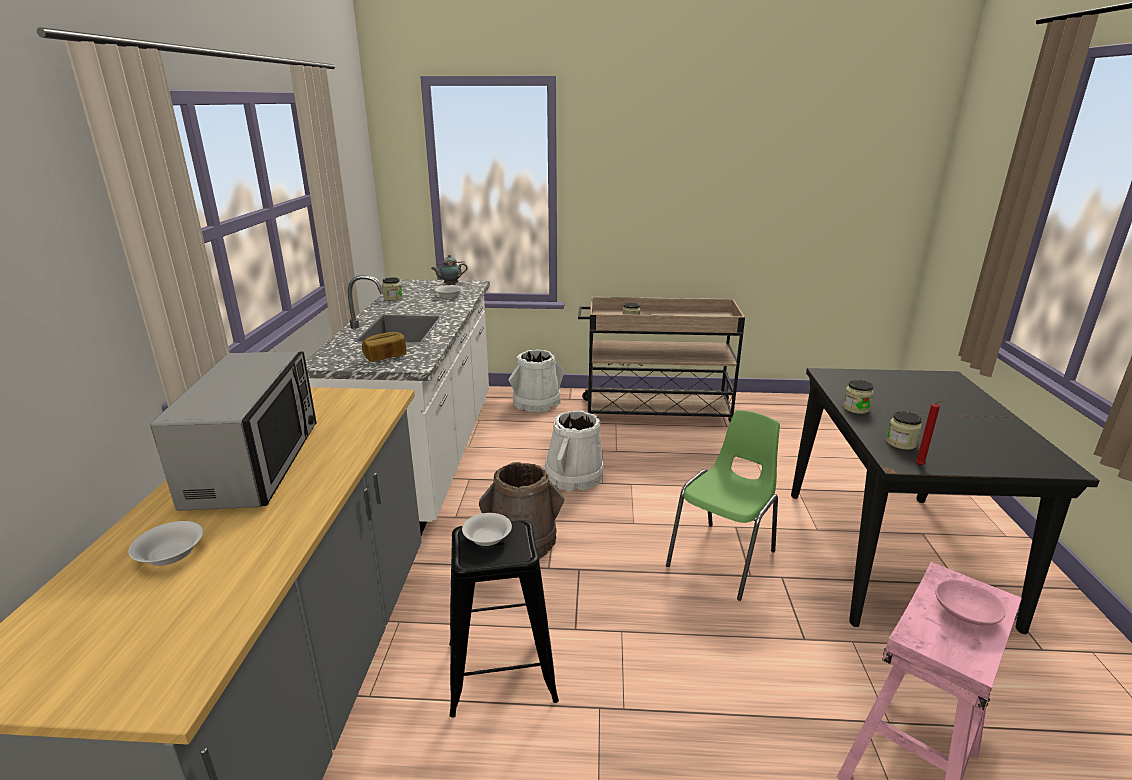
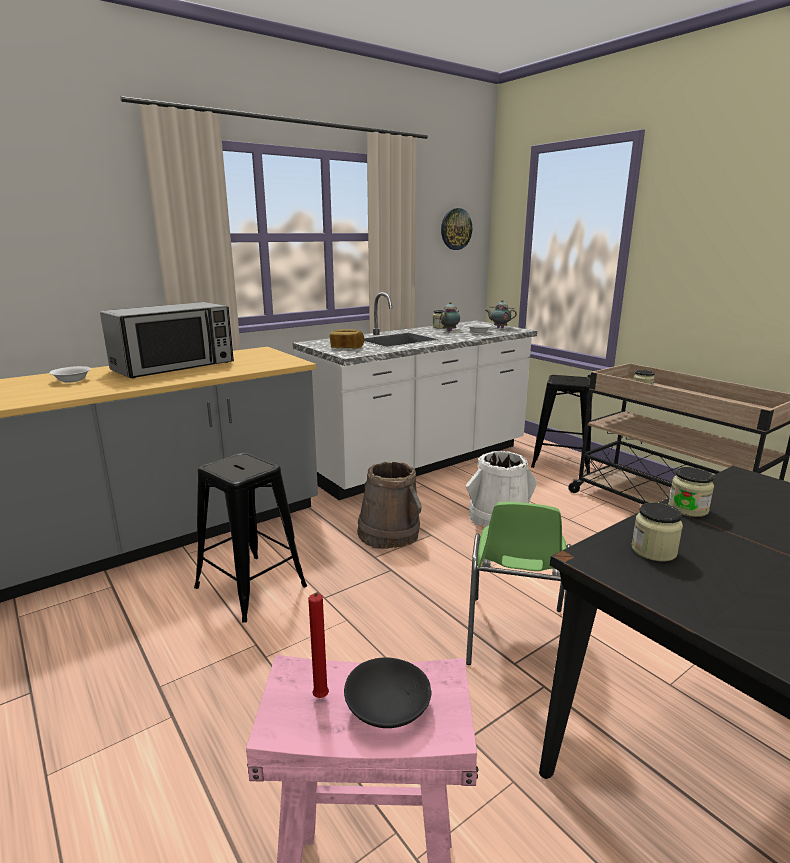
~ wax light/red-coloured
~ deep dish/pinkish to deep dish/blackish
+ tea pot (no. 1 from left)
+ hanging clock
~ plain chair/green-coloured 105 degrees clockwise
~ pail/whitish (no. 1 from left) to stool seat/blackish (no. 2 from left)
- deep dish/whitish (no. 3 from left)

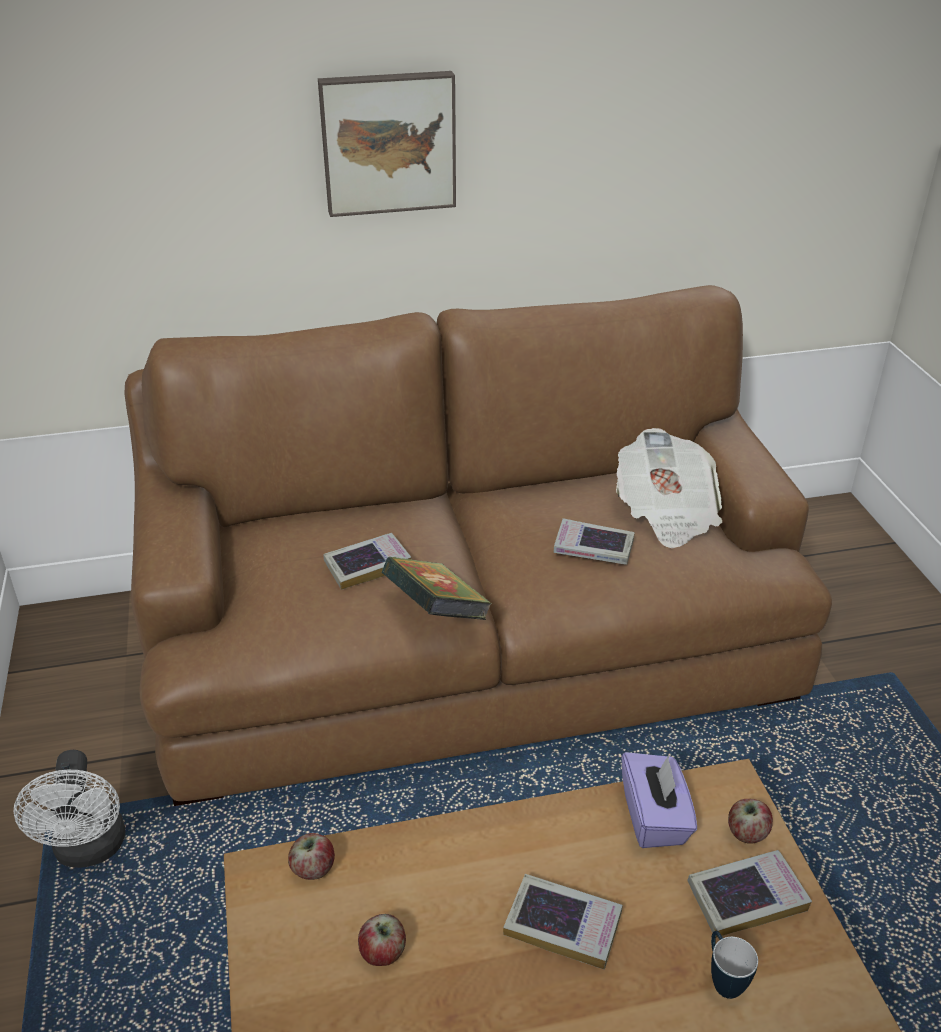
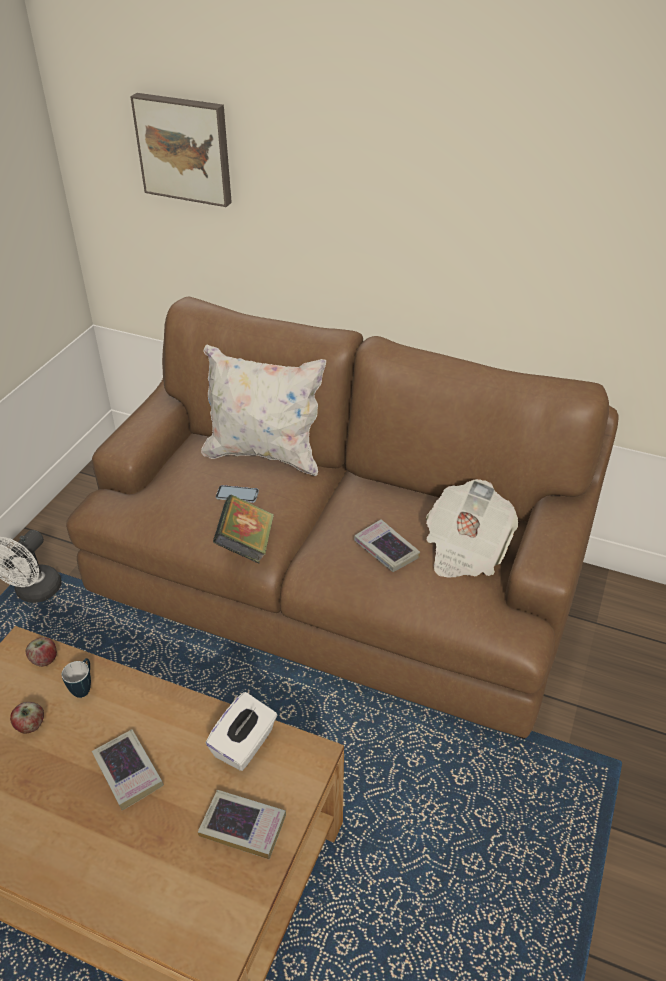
~ tea mug
~ wall art
+ throw pillow/whitish
~ tissue holder/purple-coloured to tissue holder/whitish
~ volume (no. 1 from left) to telephone
- apple fruit (no. 3 from left)

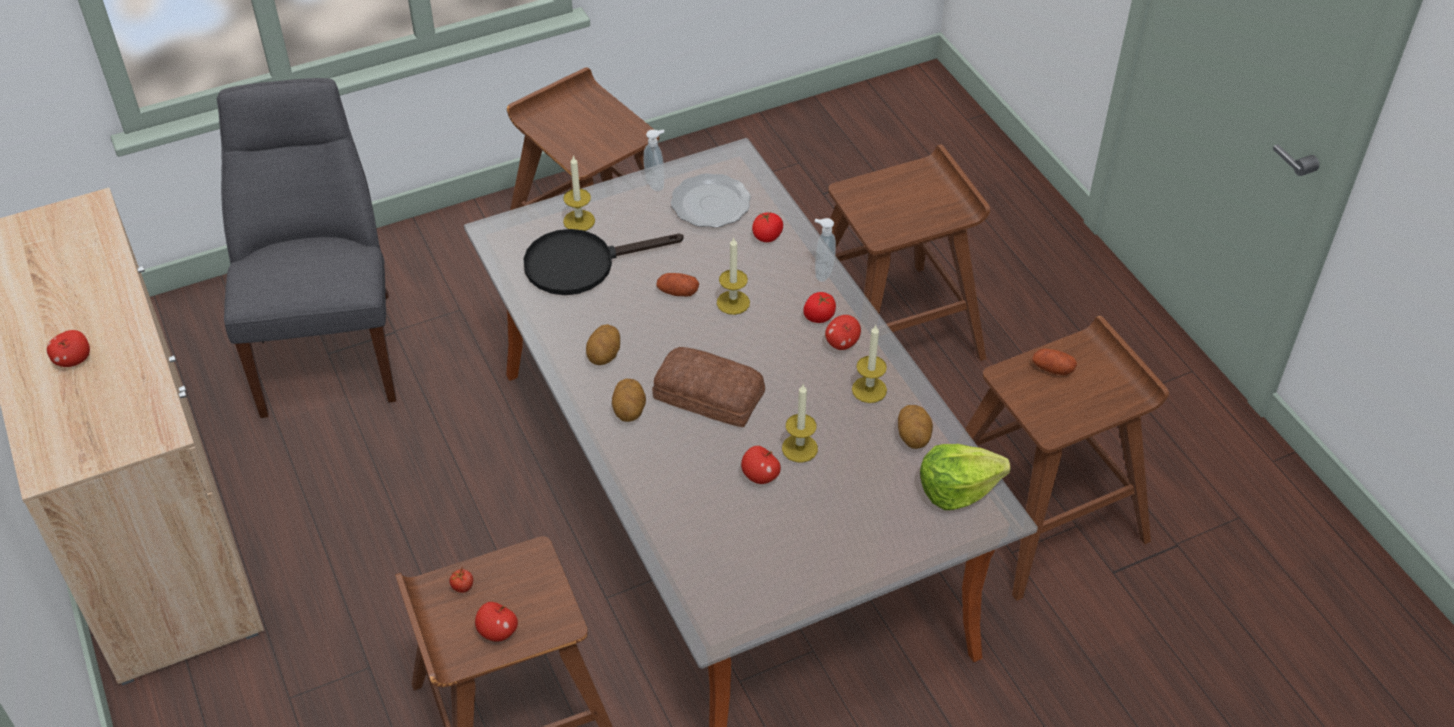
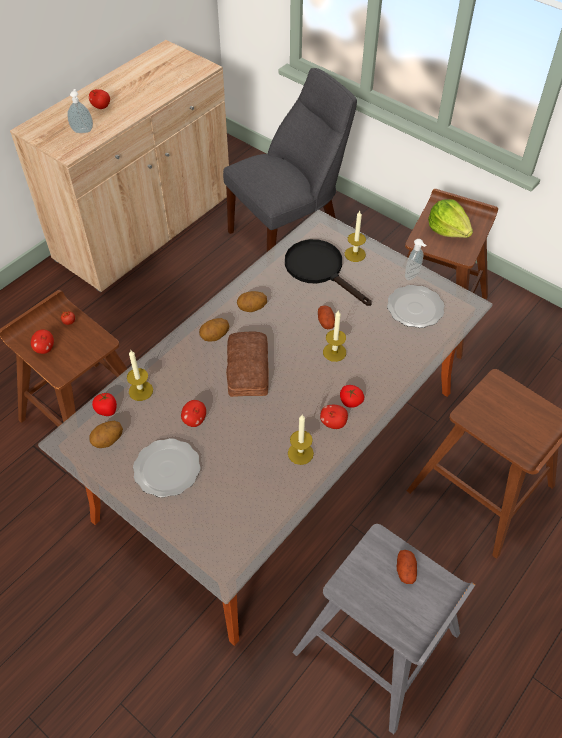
~ liquid soap bottle (no. 2 from left in the first image) to liquid soap bottle (no. 1 from left)
~ whole potato (no. 4 from left in the first image) to whole potato (no. 1 from left)
~ tomato (no. 2 from left)
~ wax light (no. 3 from left in the first image) to wax light (no. 1 from left)
+ plate (no. 1 from left)
~ stool seat/brown (no. 4 from left) to stool seat/gray
~ lettuce head

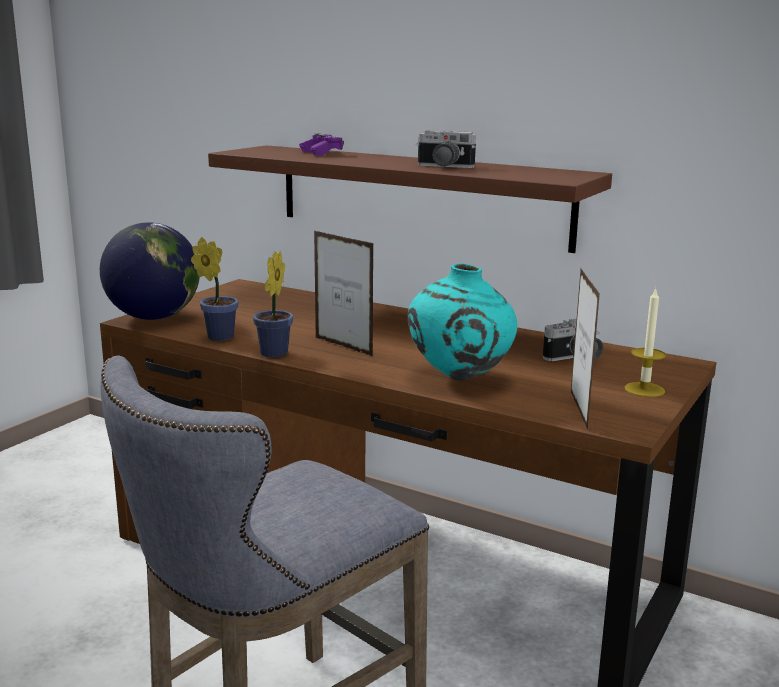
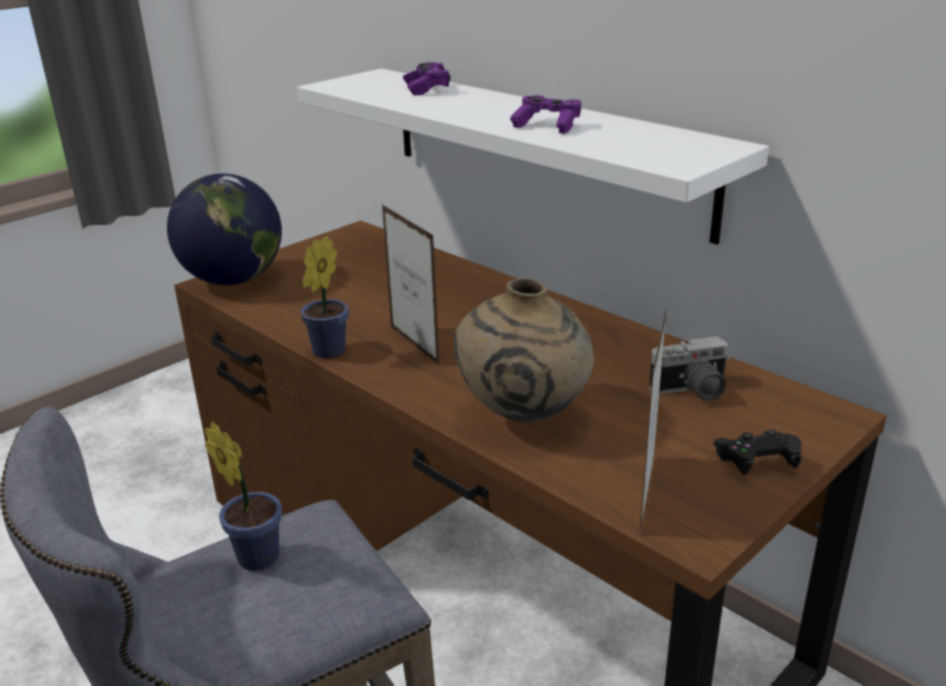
~ plant in a pot (no. 1 from left)
~ bracket shelf/brown to bracket shelf/whitish
~ flower vase/turquoise-coloured to flower vase/beige
~ still camera (no. 1 from left) to game controller/purple-coloured (no. 2 from left)
~ wax light to game controller/blackish

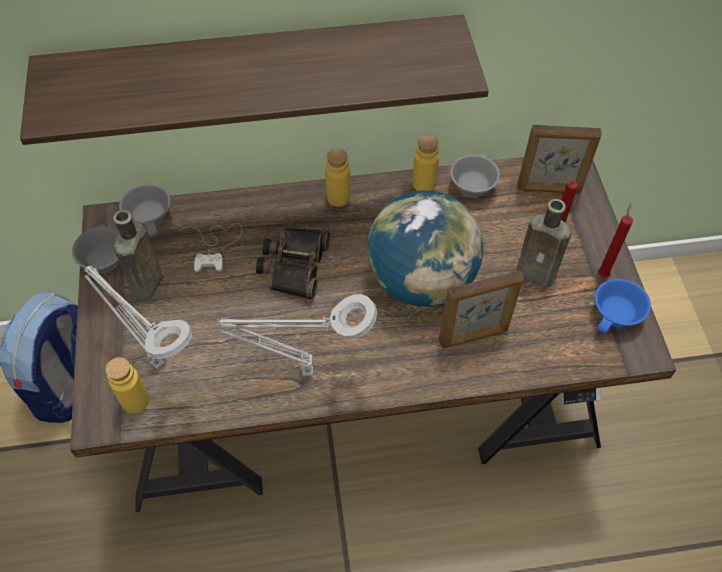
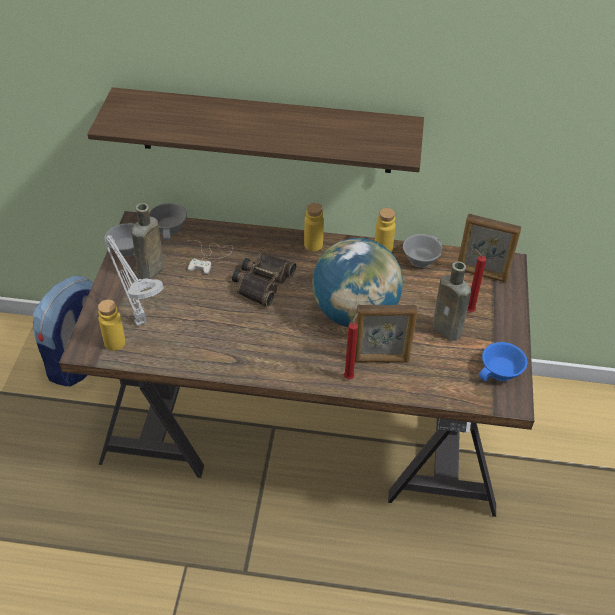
~ wax light/red-coloured (no. 2 from left in the first image) to wax light/red-coloured (no. 1 from left)
- table lamp/gray (no. 2 from left)

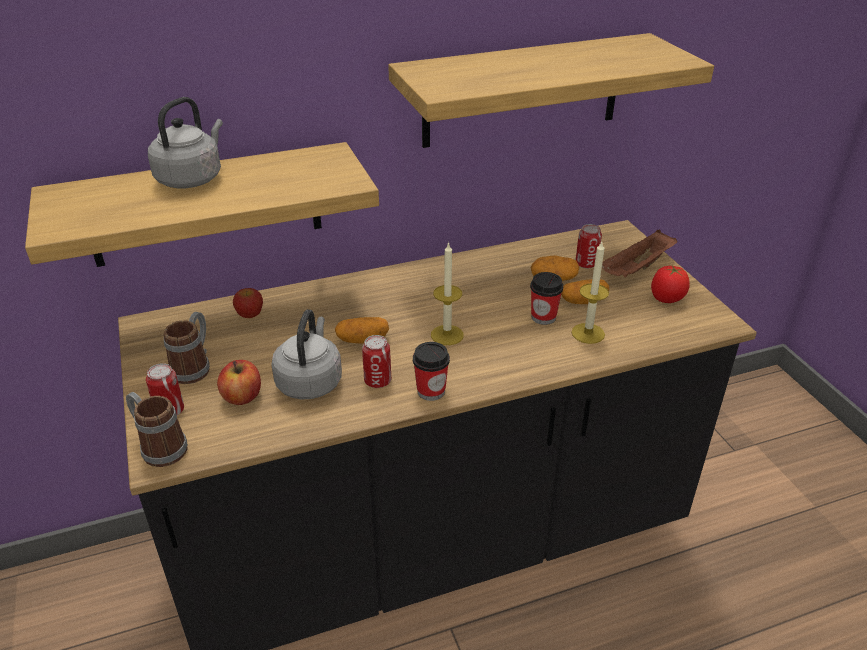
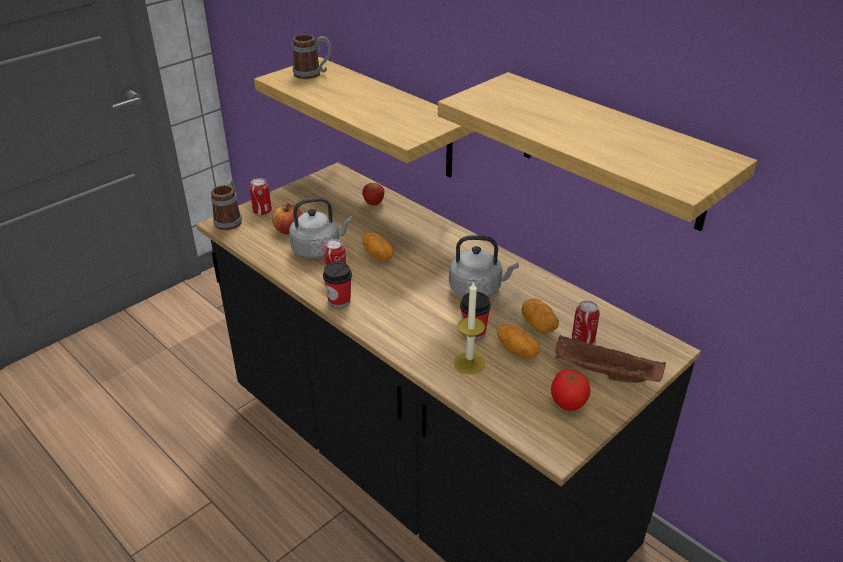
~ tea mug (no. 2 from left)
~ water kettle/gray (no. 1 from left in the first image) to water kettle/gray (no. 2 from left)
- wax light (no. 1 from left)

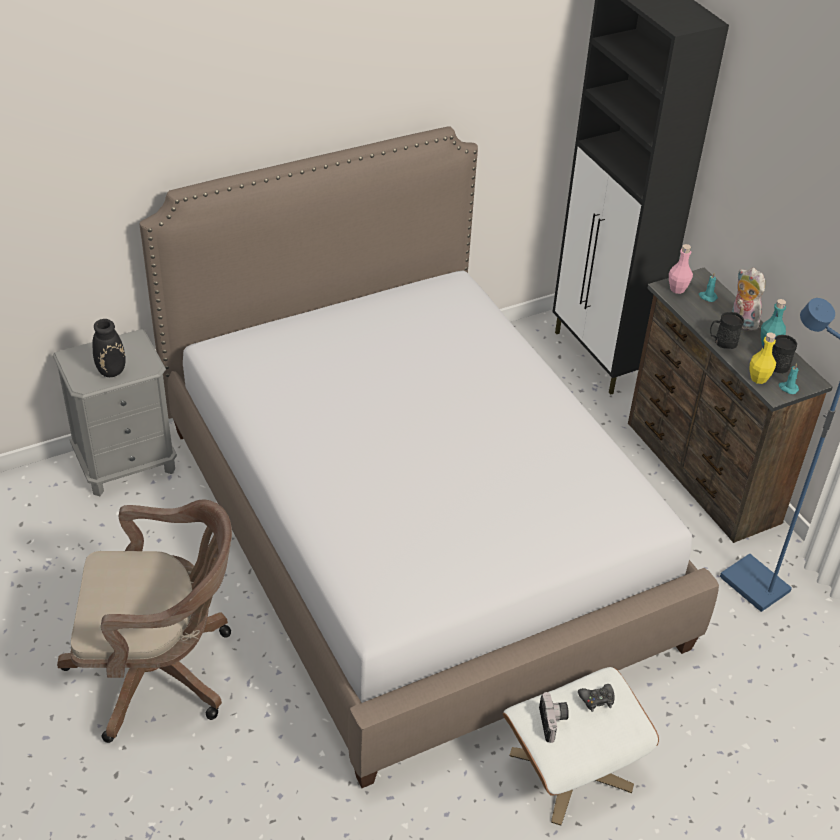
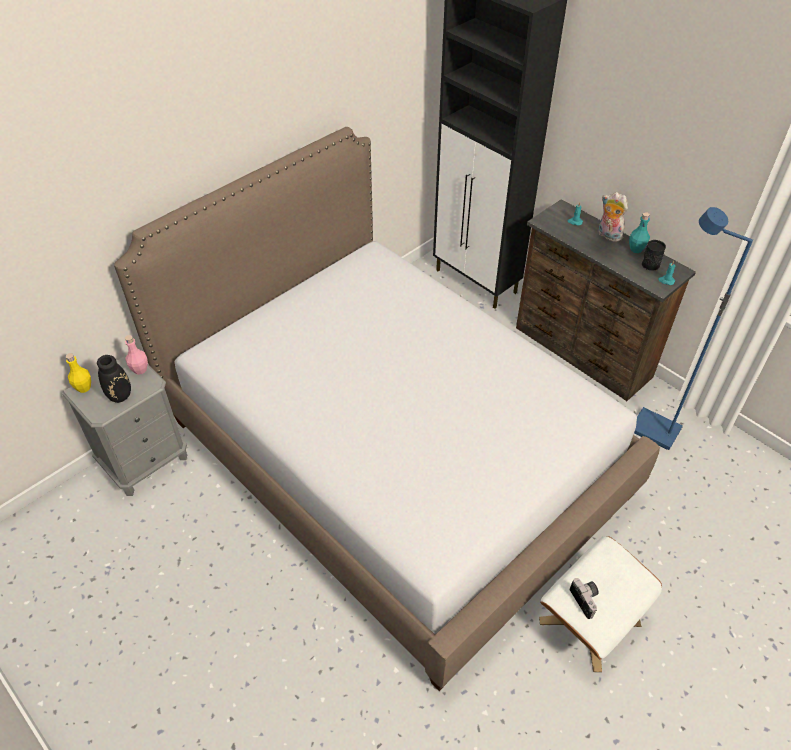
~ drink bottle/yellow-coloured
~ drink bottle/pinkish
- computer chair/brown
- game controller/blackish
- tea mug/blackish (no. 1 from left)

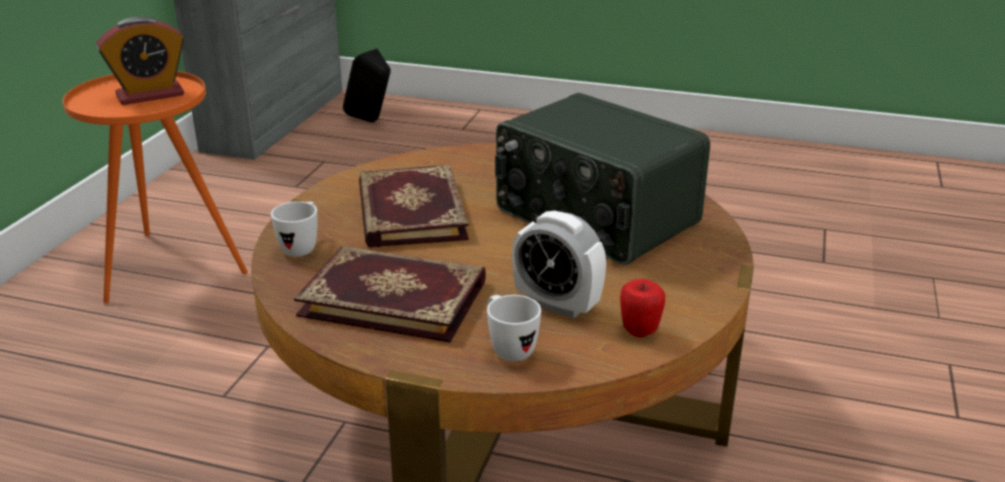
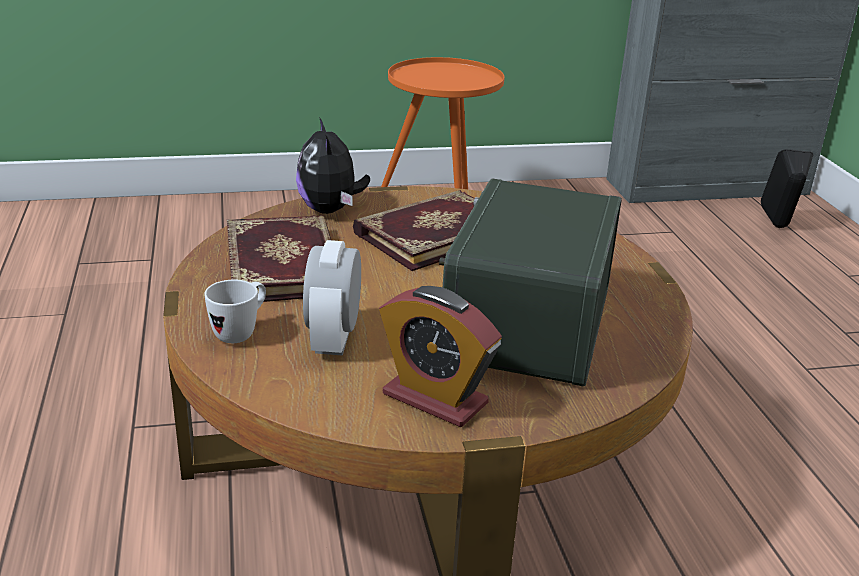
~ tea mug/whitish (no. 1 from left) to plush toy
~ alarm clock (no. 1 from left in the first image) to alarm clock (no. 2 from left)
- apple fruit

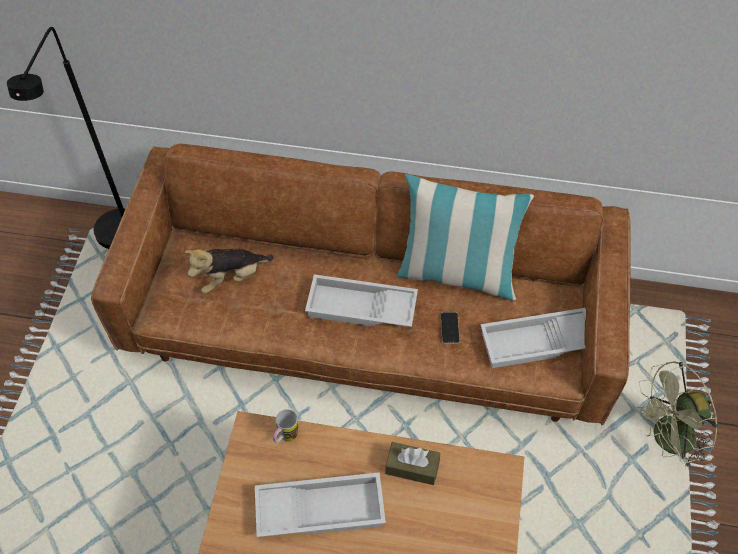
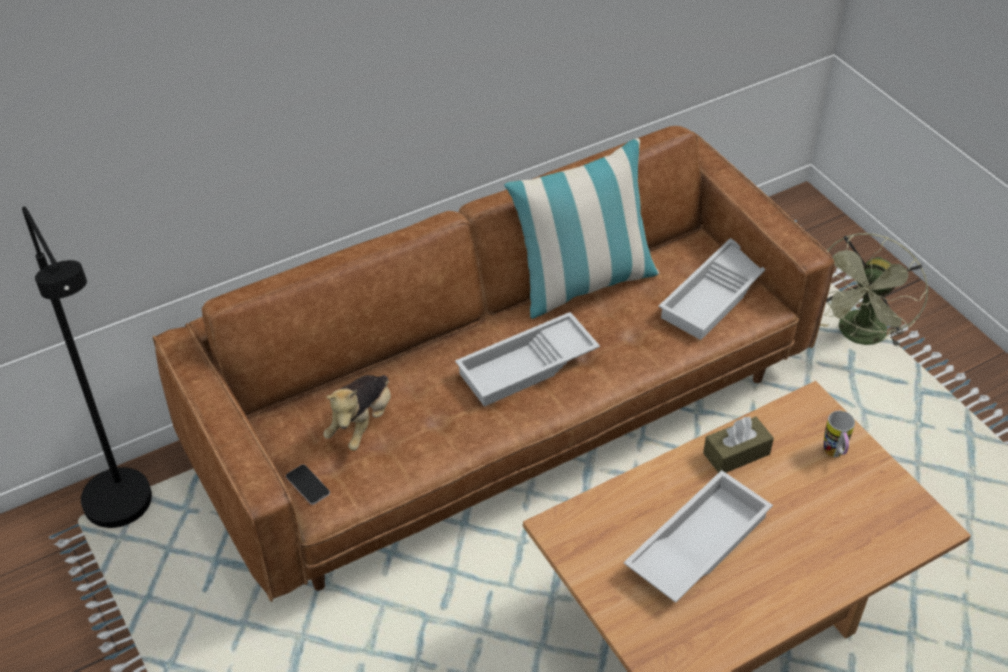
~ telephone
~ tea mug

